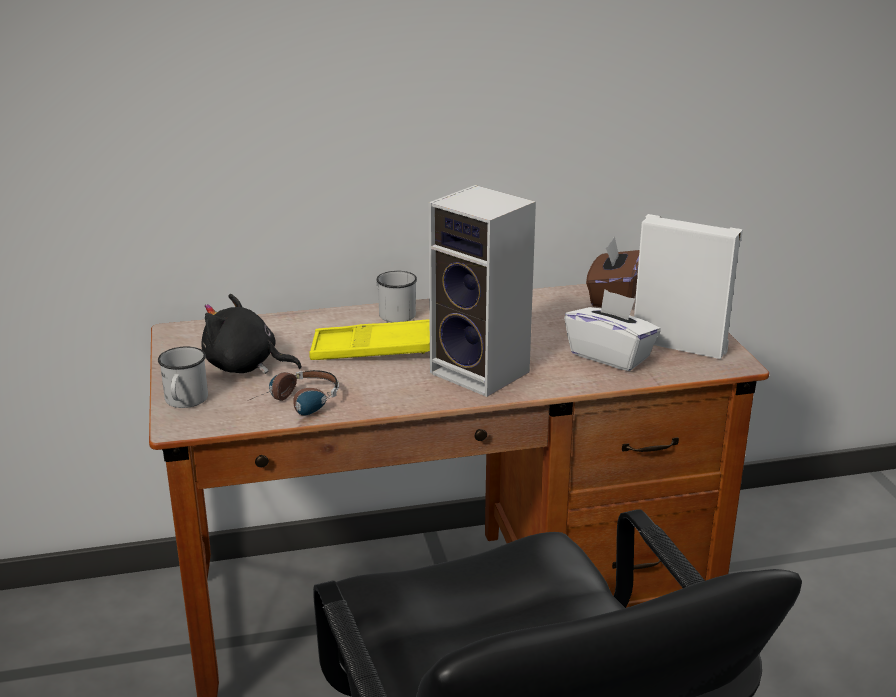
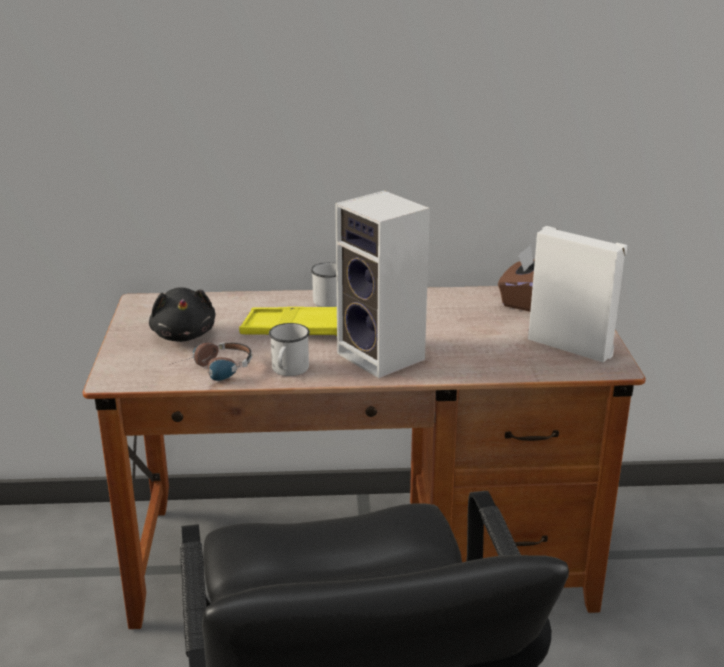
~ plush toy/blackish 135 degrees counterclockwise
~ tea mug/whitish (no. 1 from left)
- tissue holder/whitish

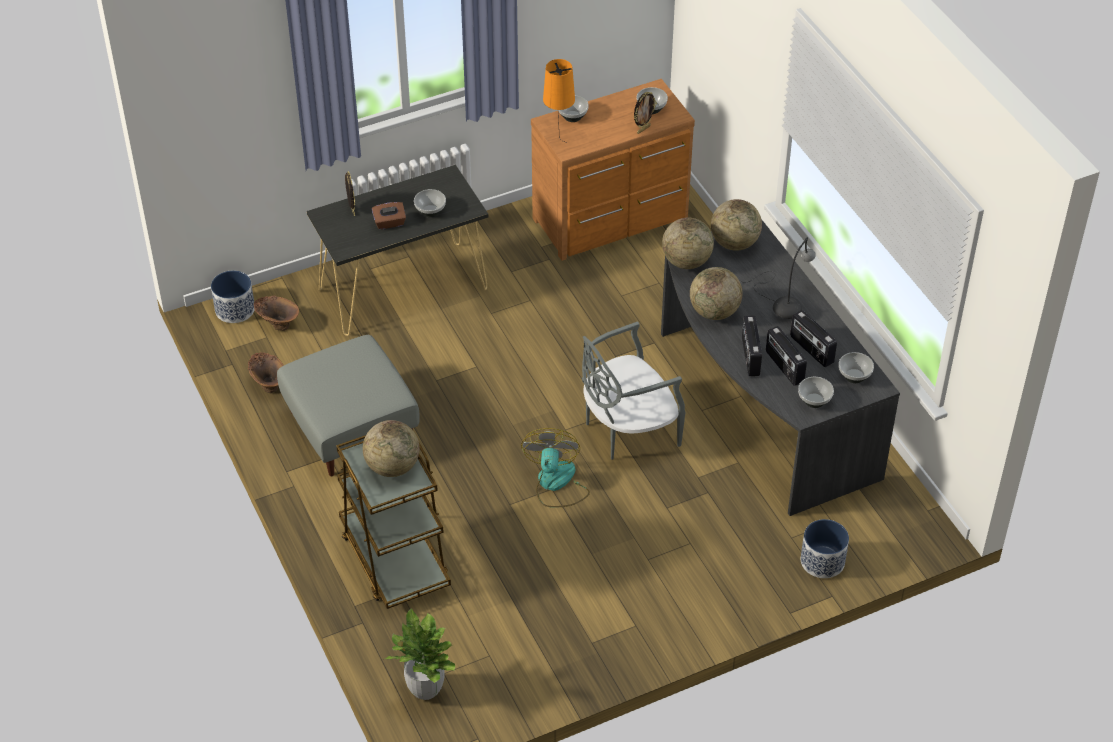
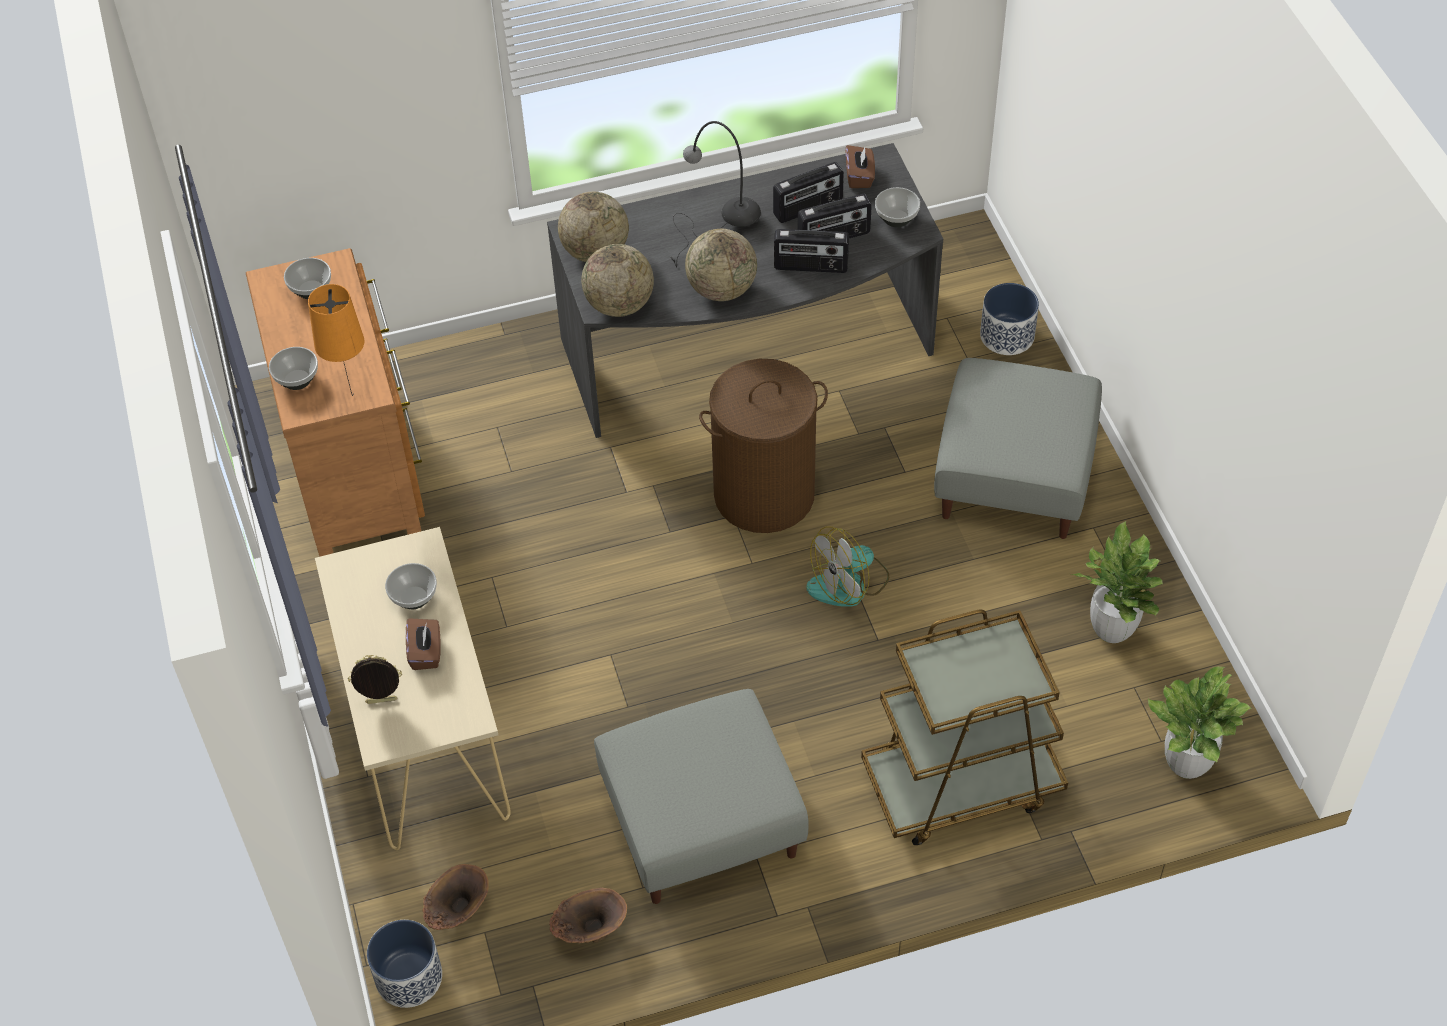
~ hall table/blackish to hall table/beige
~ plain chair/gray to washing basket/brown
~ electric fan 45 degrees counterclockwise
~ deep dish (no. 5 from left) to tissue holder/brown (no. 2 from left)
+ footrest/gray (no. 2 from left)
+ plant in a pot (no. 1 from left)
- desk globe (no. 1 from left)
- standing frame (no. 2 from left)

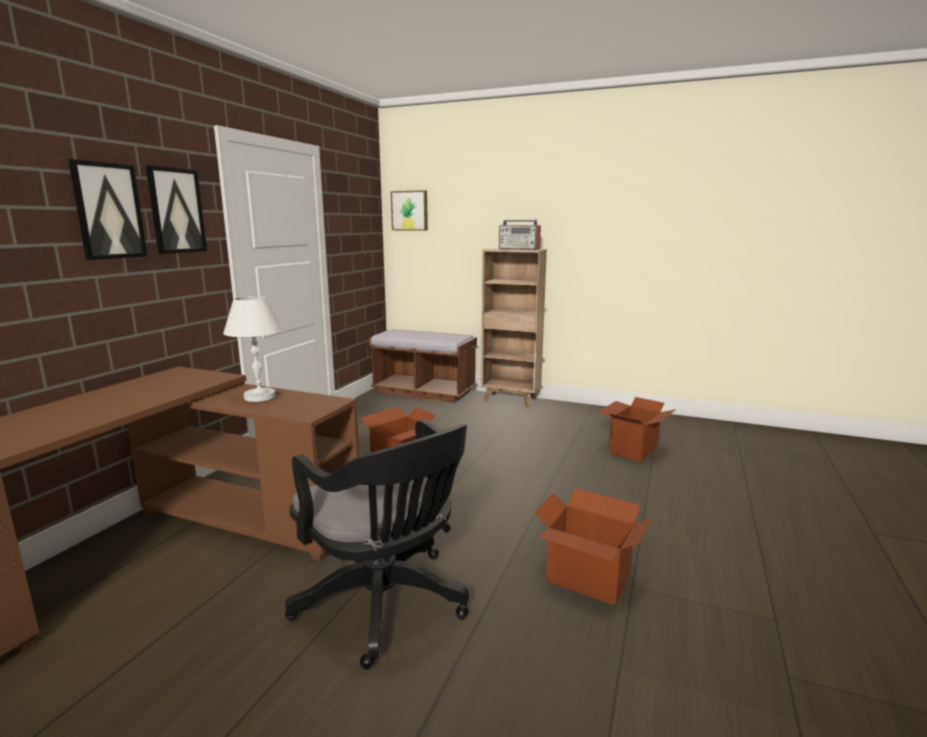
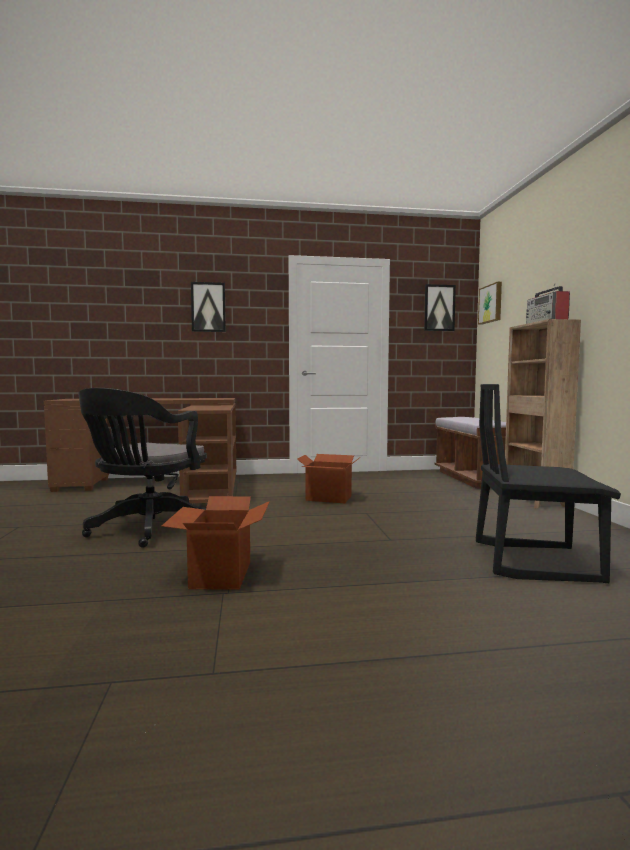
~ wall art (no. 2 from left)
~ packing box (no. 3 from left) to plain chair/blackish
- table lamp/whitish

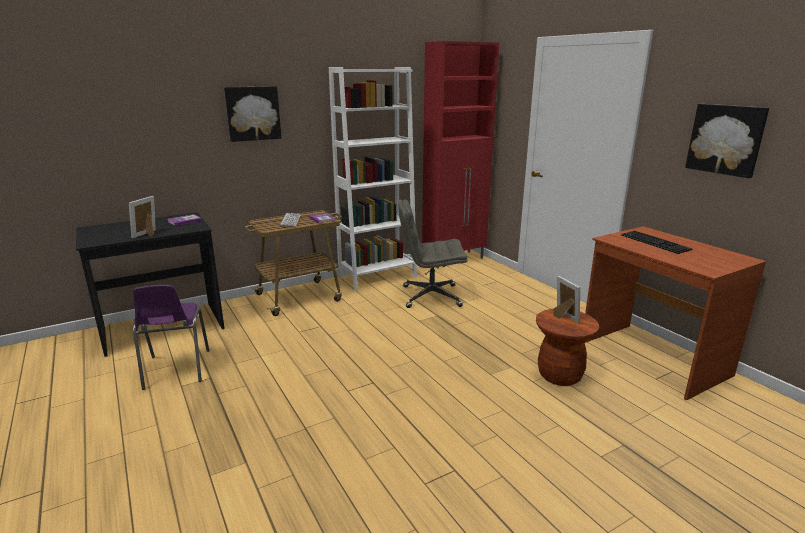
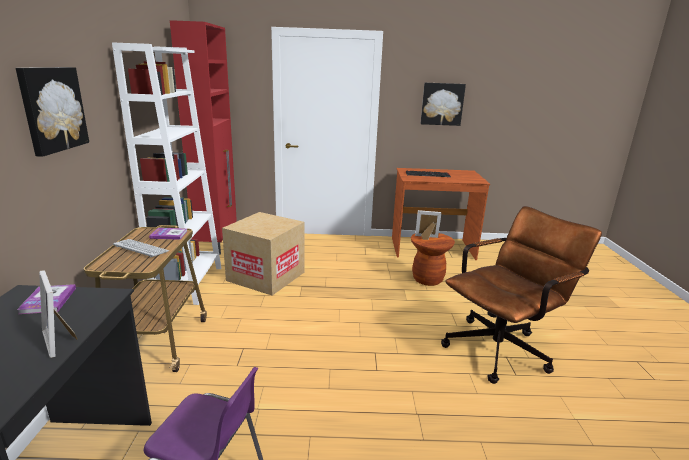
~ computer chair/gray to packing box
+ computer chair/brown

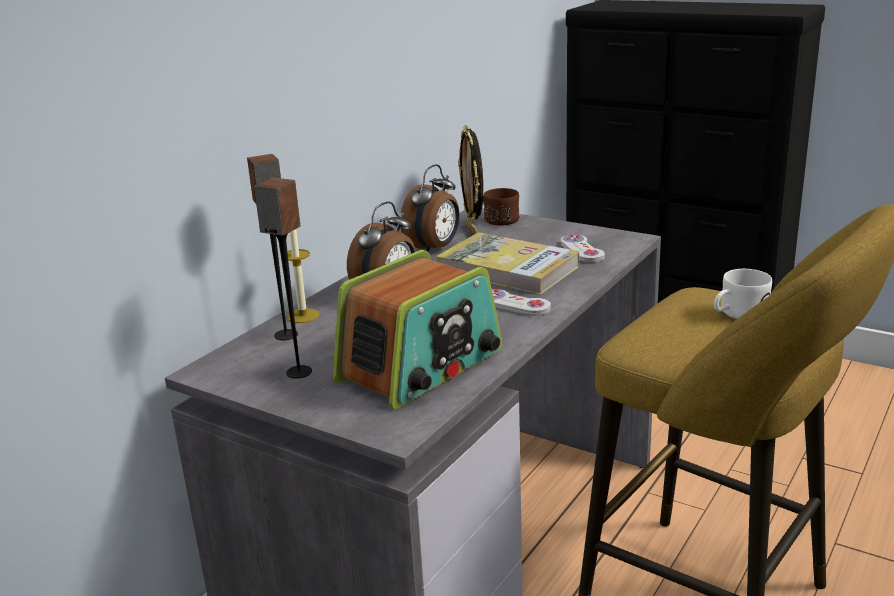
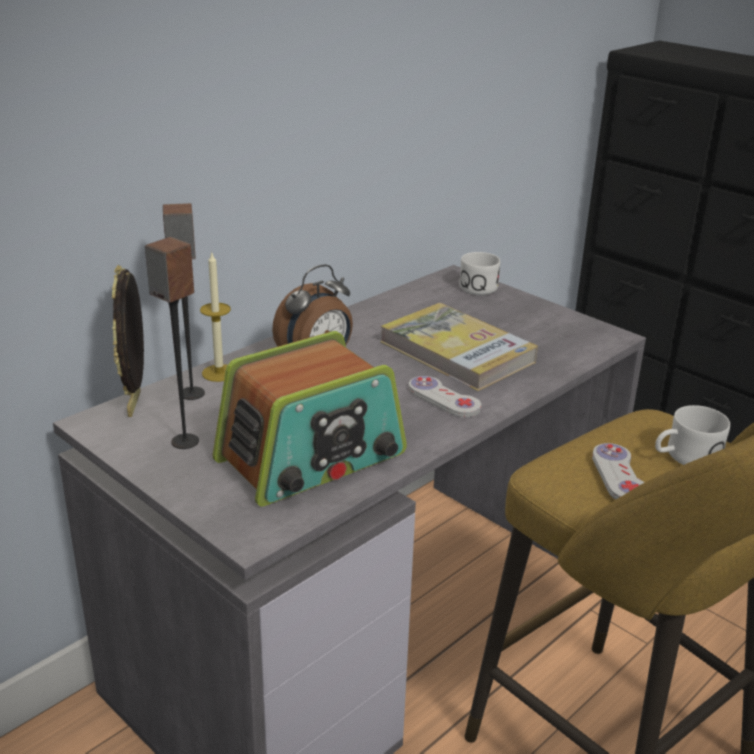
~ standing frame
~ tea mug/brown to tea mug/whitish (no. 1 from left)
~ game controller/whitish (no. 2 from left)
- alarm clock (no. 2 from left)

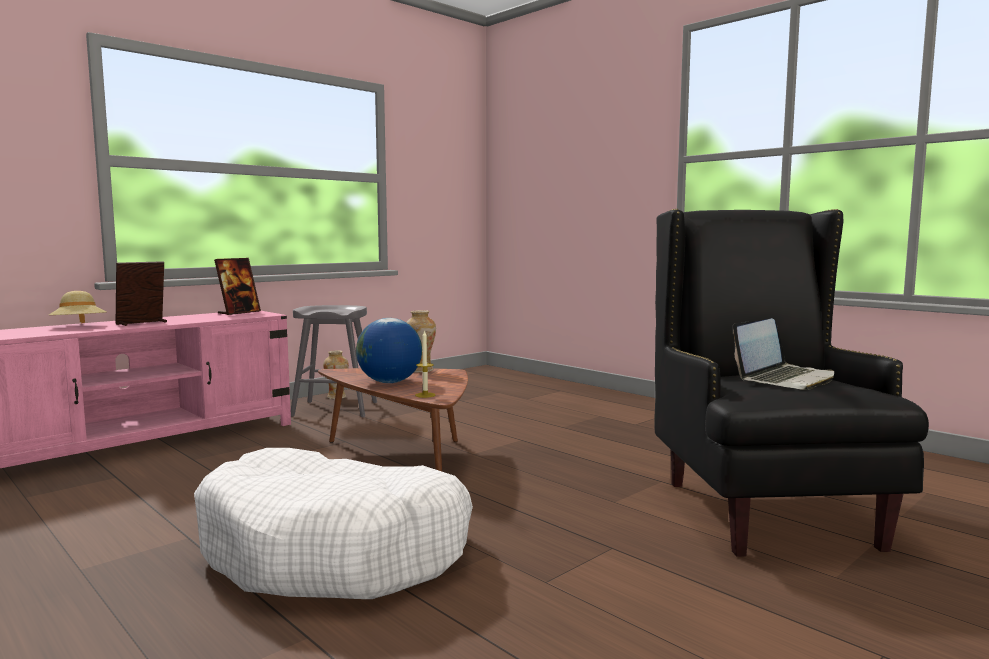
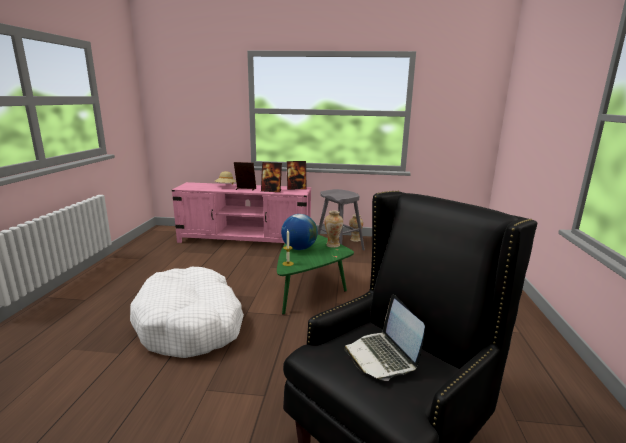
+ standing frame (no. 2 from left)
~ lounge table/brown to lounge table/green-coloured
~ laptop 60 degrees clockwise

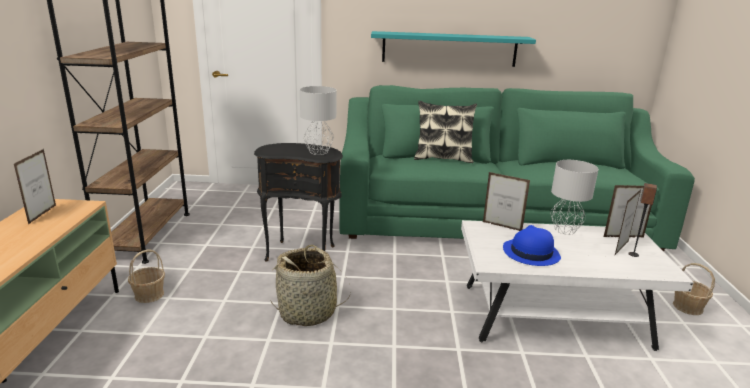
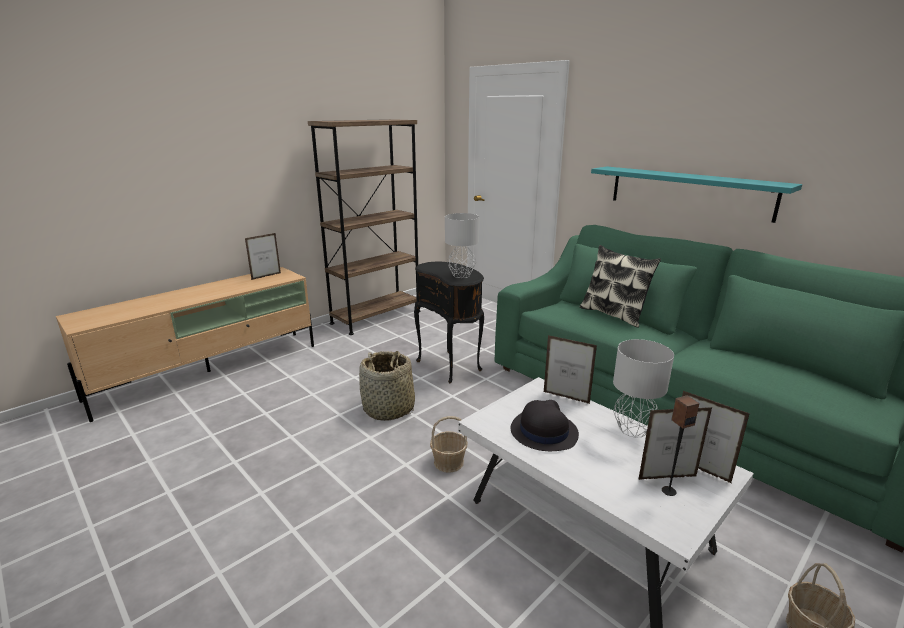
~ household basket (no. 1 from left in the first image) to household basket (no. 2 from left)
~ clothing hat/bluish to clothing hat/blackish
~ standing frame (no. 2 from left) 135 degrees clockwise

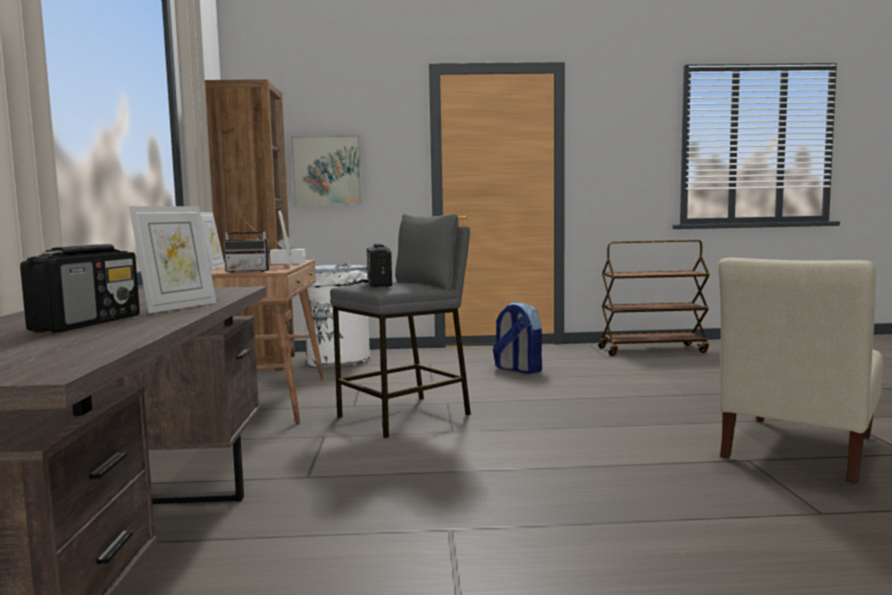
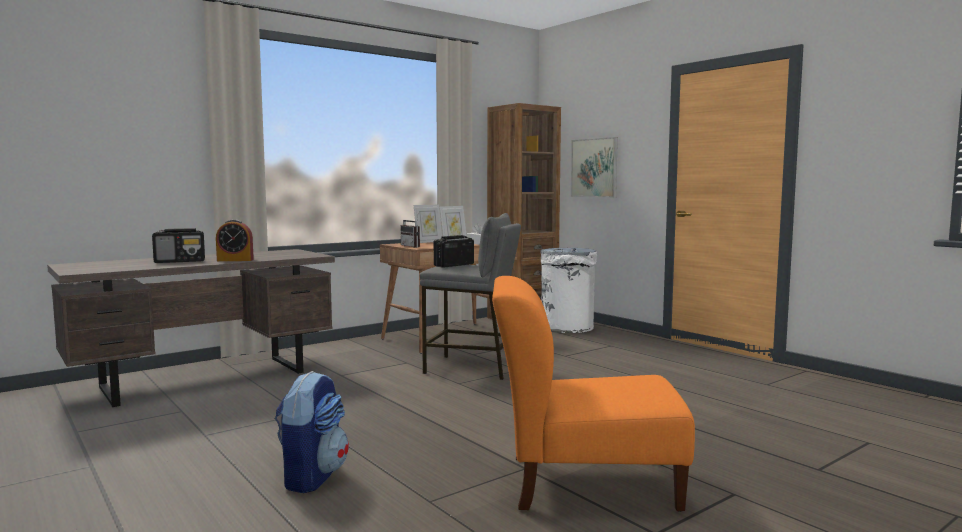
~ standing frame (no. 1 from left) to alarm clock
~ backpack
~ plain chair/beige to plain chair/orangey
- trolley/brown

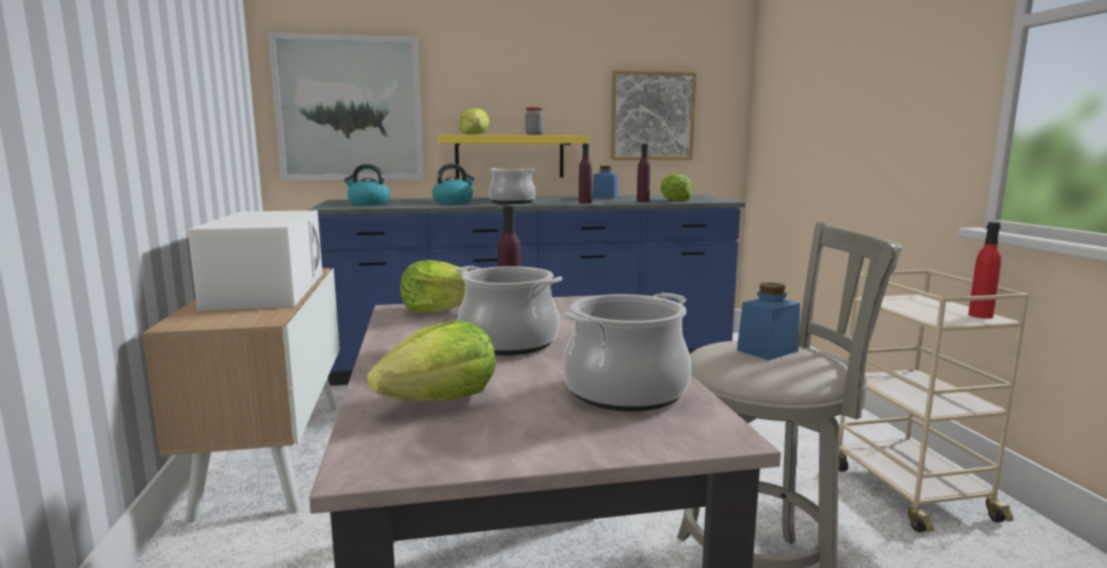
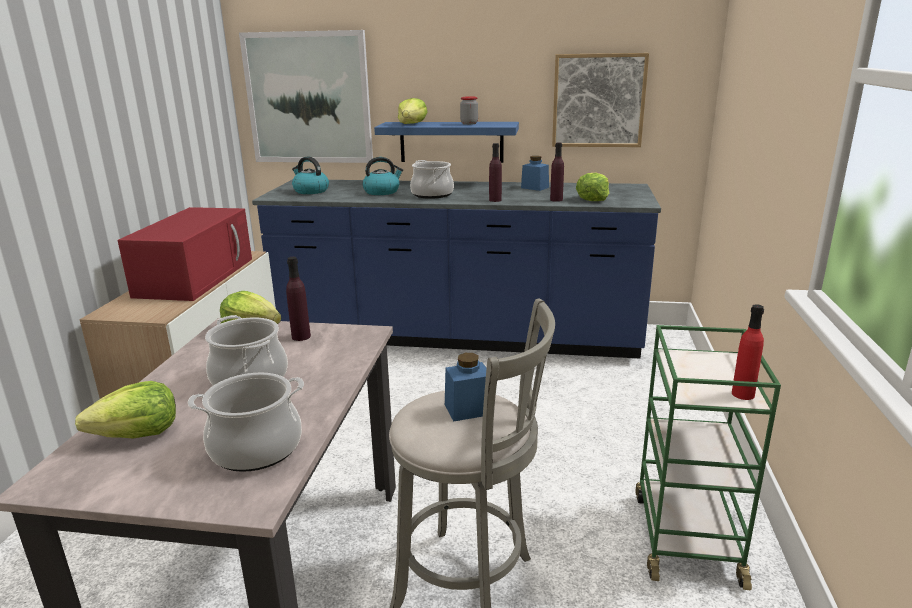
~ microwave/whitish to microwave/red-coloured
~ bracket shelf/yellow-coloured to bracket shelf/bluish
~ trolley/beige to trolley/green-coloured

